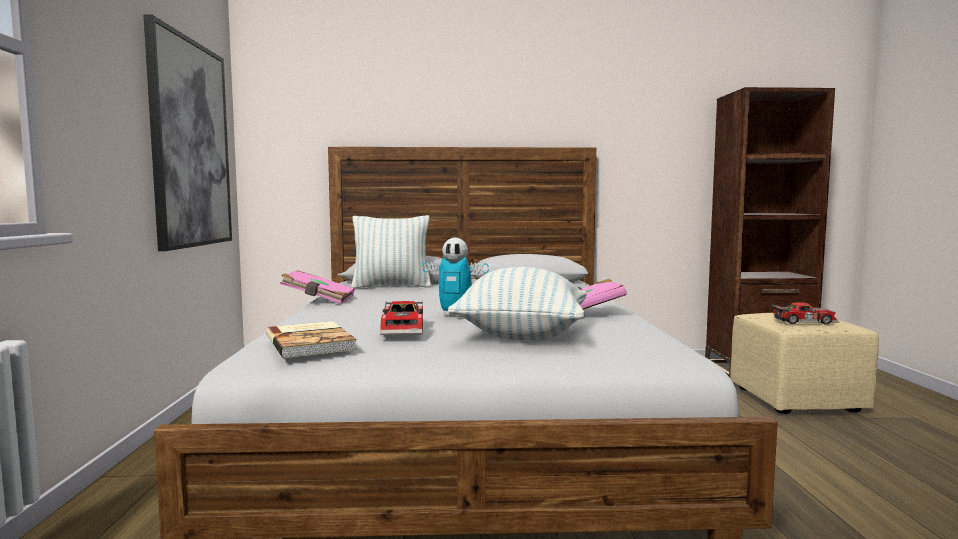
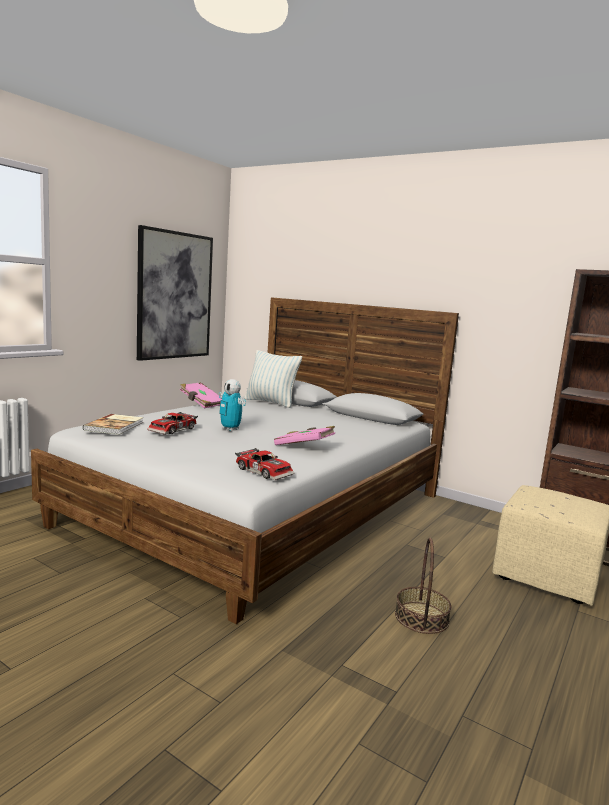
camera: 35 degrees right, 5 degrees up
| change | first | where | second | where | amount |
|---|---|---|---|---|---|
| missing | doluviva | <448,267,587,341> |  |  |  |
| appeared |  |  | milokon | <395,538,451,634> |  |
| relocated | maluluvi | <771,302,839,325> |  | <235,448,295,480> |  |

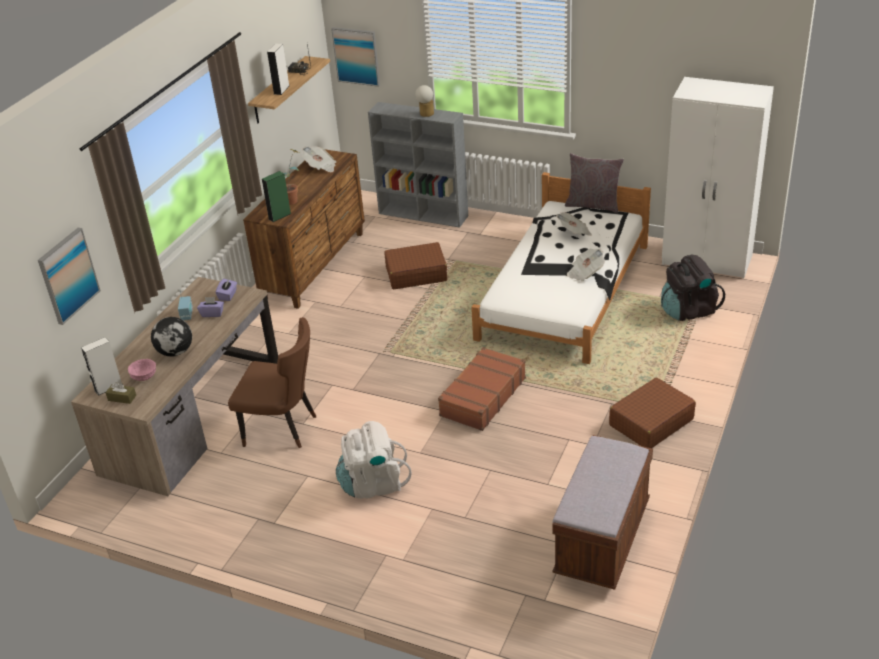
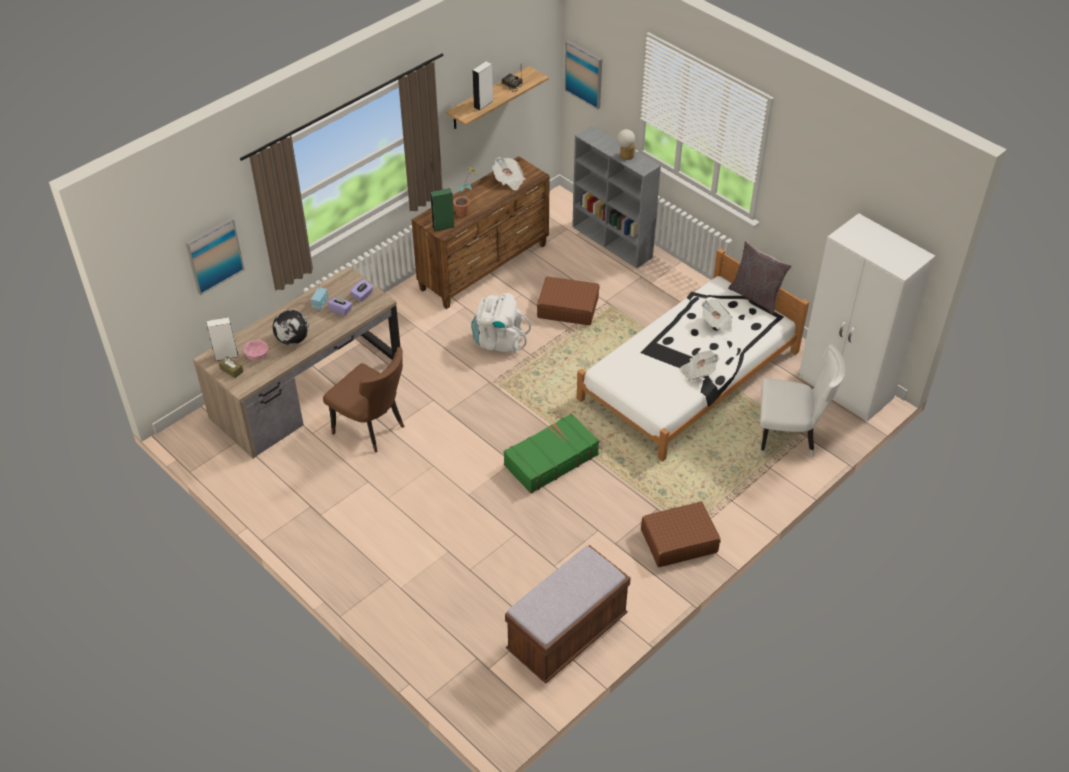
camera: 20 degrees right, 10 degrees up
| change | first | where | second | where | amount |
|---|---|---|---|---|---|
| relocated | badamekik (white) | <336,421,412,499> |  | <471,293,531,353> |  |
| exchanged | badamekik (black) | <661,255,725,321> | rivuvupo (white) | <760,344,846,457> |  |
| colour | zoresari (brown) | <438,347,526,431> | zoresari (green) | <504,413,599,494> |  |

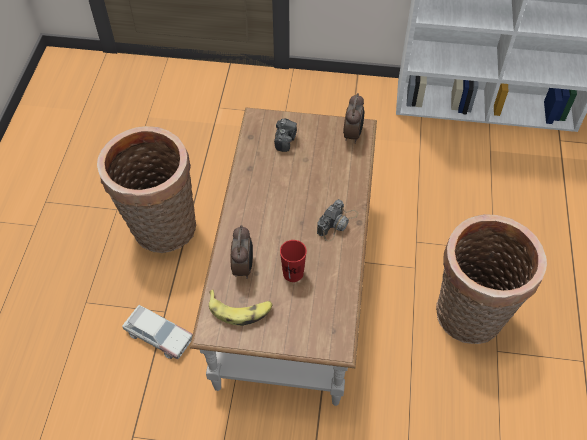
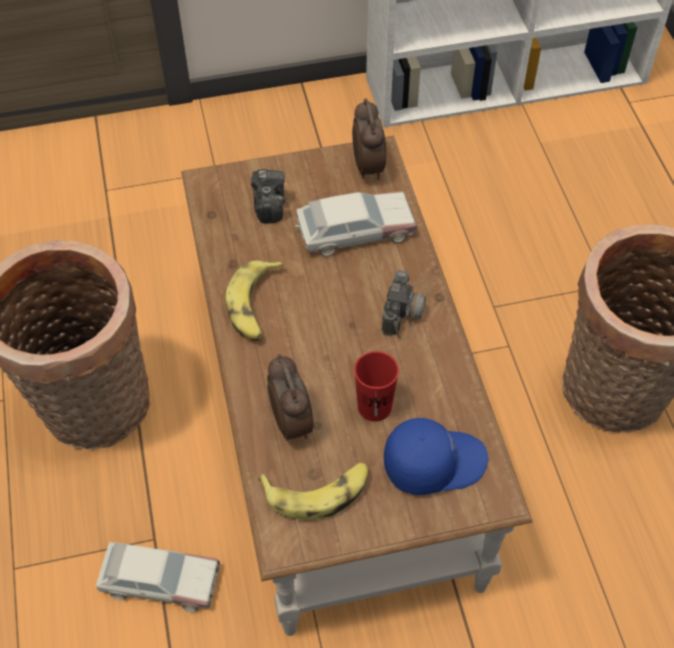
camera: 20 degrees left, 0 degrees up
| change | first | where | second | where | amount |
|---|---|---|---|---|---|
| appeared |  |  | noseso | <225,261,284,341> |  |
| appeared |  |  | maluluvi | <295,191,417,256> |  |
| appeared |  |  | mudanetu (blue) | <384,418,488,495> |  |

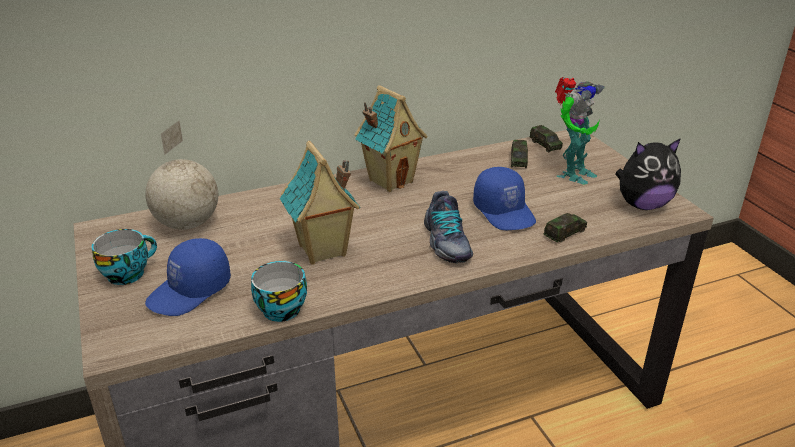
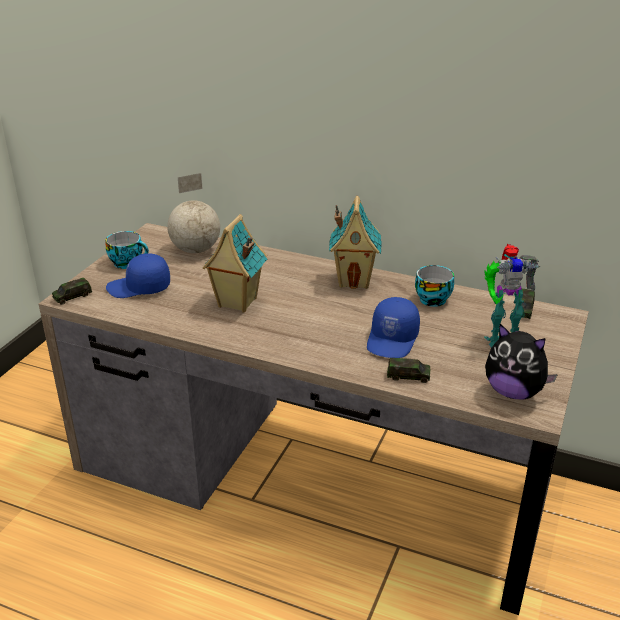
camera: 45 degrees right, 0 degrees up
| change | first | where | second | where | amount |
|---|---|---|---|---|---|
| missing | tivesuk | <424,191,473,263> |  |  |  |
| relocated | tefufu | <251,261,307,322> |  | <415,265,454,307> |  |
| relocated | maluluvi | <511,140,528,168> |  | <52,278,92,305> |  |

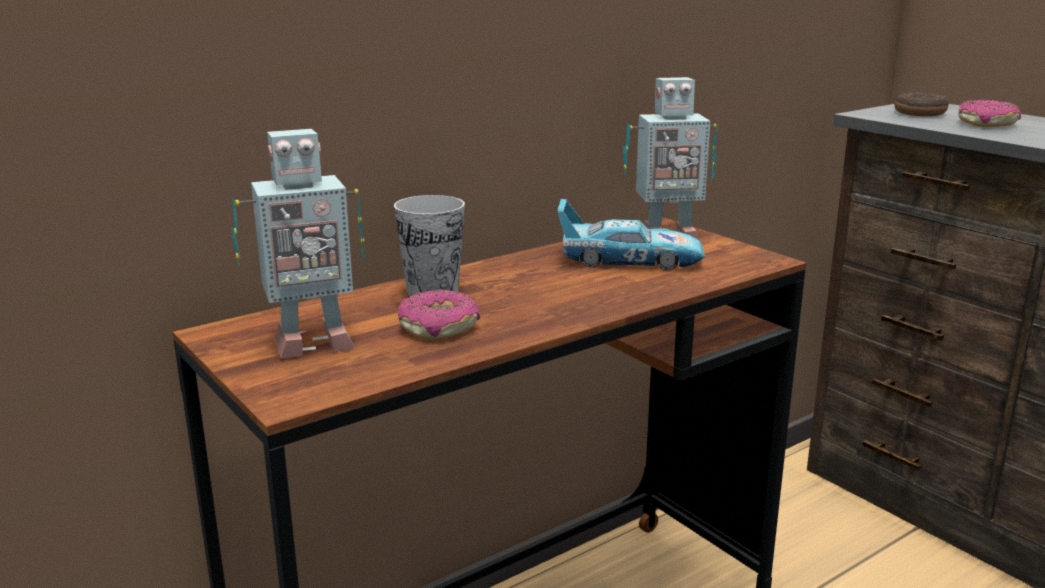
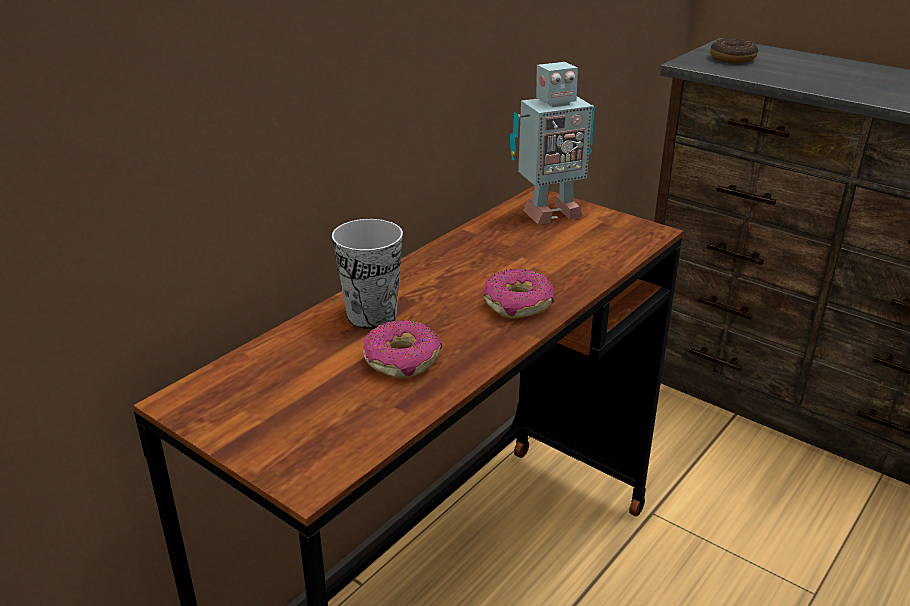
camera: 15 degrees left, 10 degrees up
| change | first | where | second | where | amount |
|---|---|---|---|---|---|
| missing | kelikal | <232,129,365,358> |  |  |  |
| missing | maluluvi | <557,199,705,270> |  |  |  |
| relocated | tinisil | <958,100,1021,127> |  | <483,269,554,319> |  |

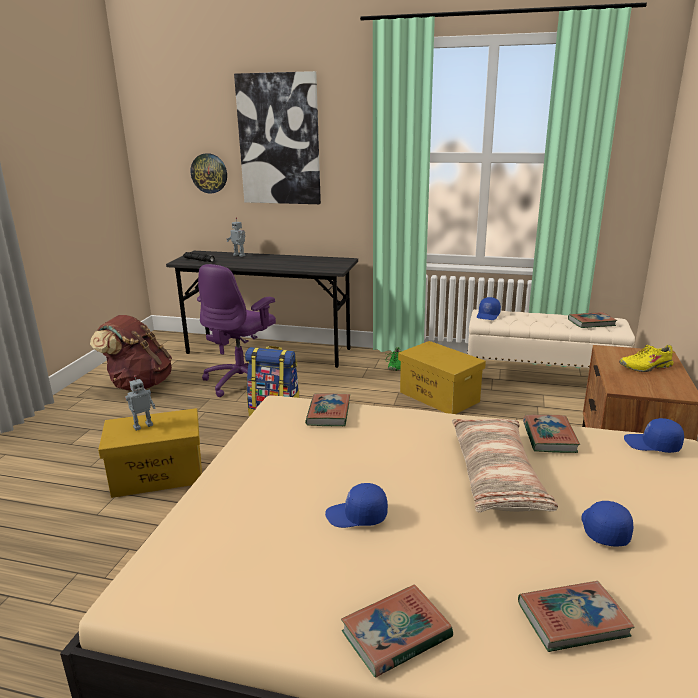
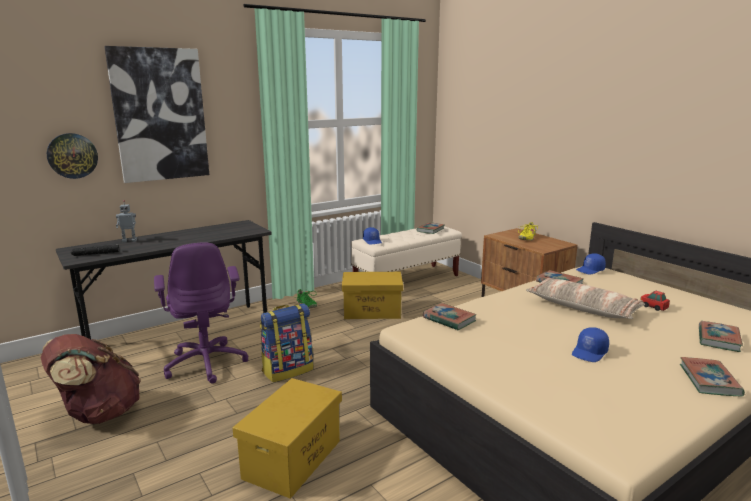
camera: 50 degrees left, 5 degrees down
| change | first | where | second | where | amount |
|---|---|---|---|---|---|
| missing | kelikal | <125,375,156,431> |  |  |  |
| exchanged | mudanetu (blue) | <581,501,633,546> | maluluvi | <640,291,670,311> |  |

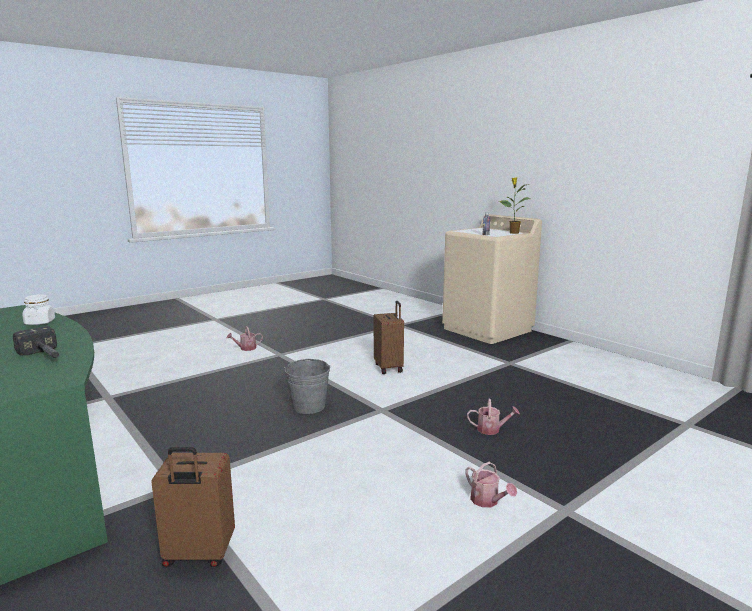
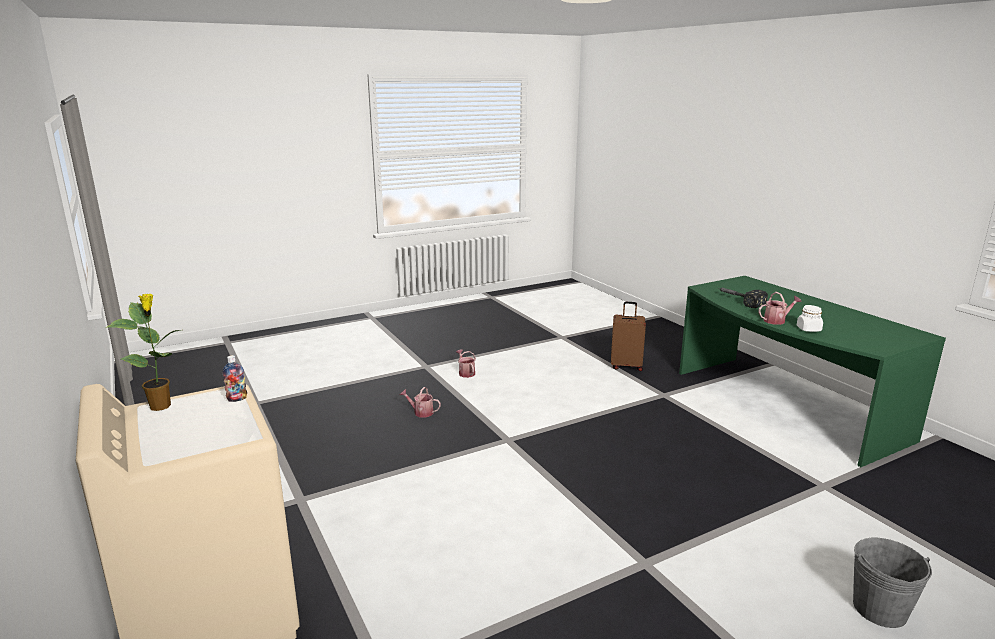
camera: 170 degrees left, 5 degrees up
| change | first | where | second | where | amount |
|---|---|---|---|---|---|
| missing | zoresari (brown) | <374,301,404,374> |  |  |  |
| relocated | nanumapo | <227,326,263,351> |  | <758,292,802,325> |  |
| relocated | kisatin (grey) | <284,359,331,414> |  | <853,538,932,628> |  |

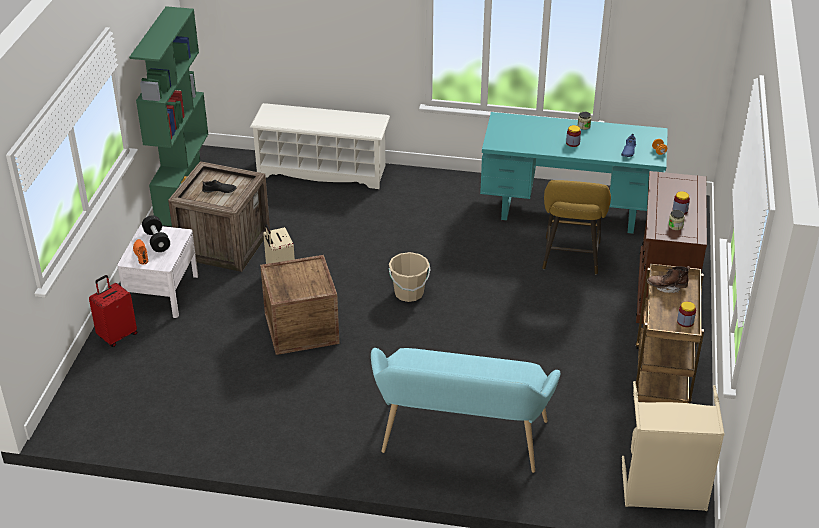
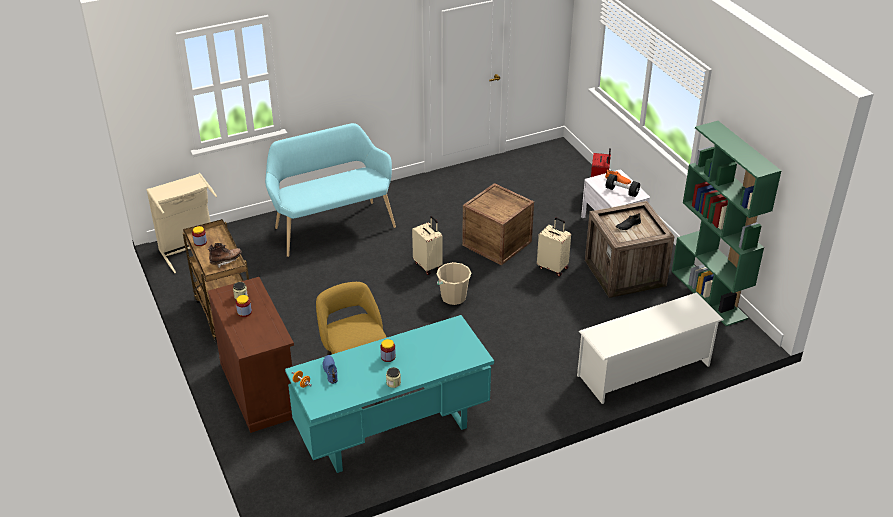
camera: 145 degrees right, 0 degrees up
| change | first | where | second | where | amount |
|---|---|---|---|---|---|
| appeared |  |  | zoresari (beige) | <412,216,443,275> |  |

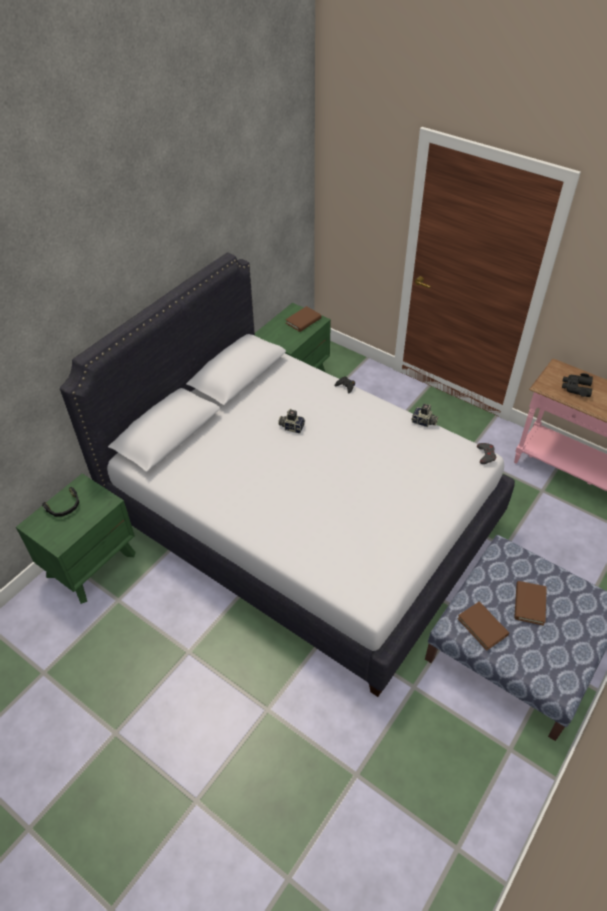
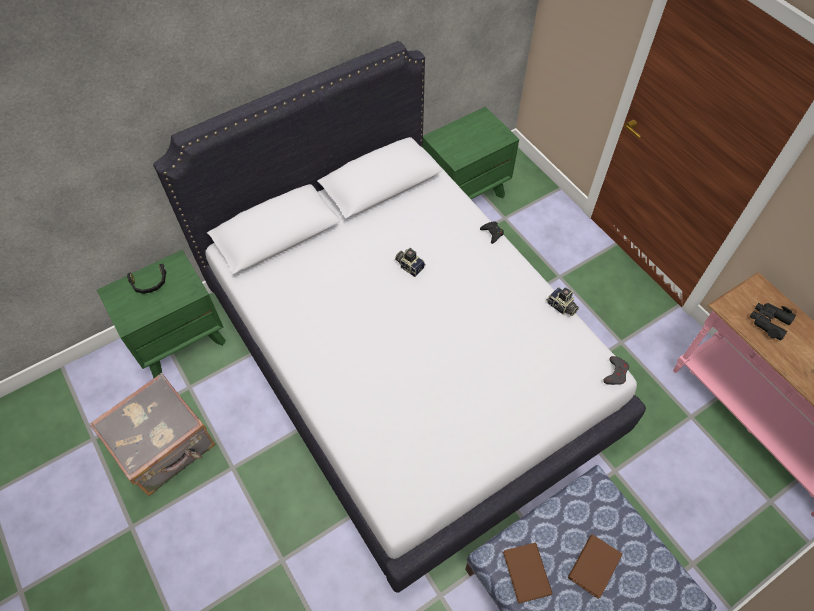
camera: 20 degrees right, 10 degrees up
| change | first | where | second | where | amount |
|---|---|---|---|---|---|
| missing | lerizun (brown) | <285,306,322,332> |  |  |  |
| appeared |  |  | zoresari (grey) | <89,373,216,496> |  |

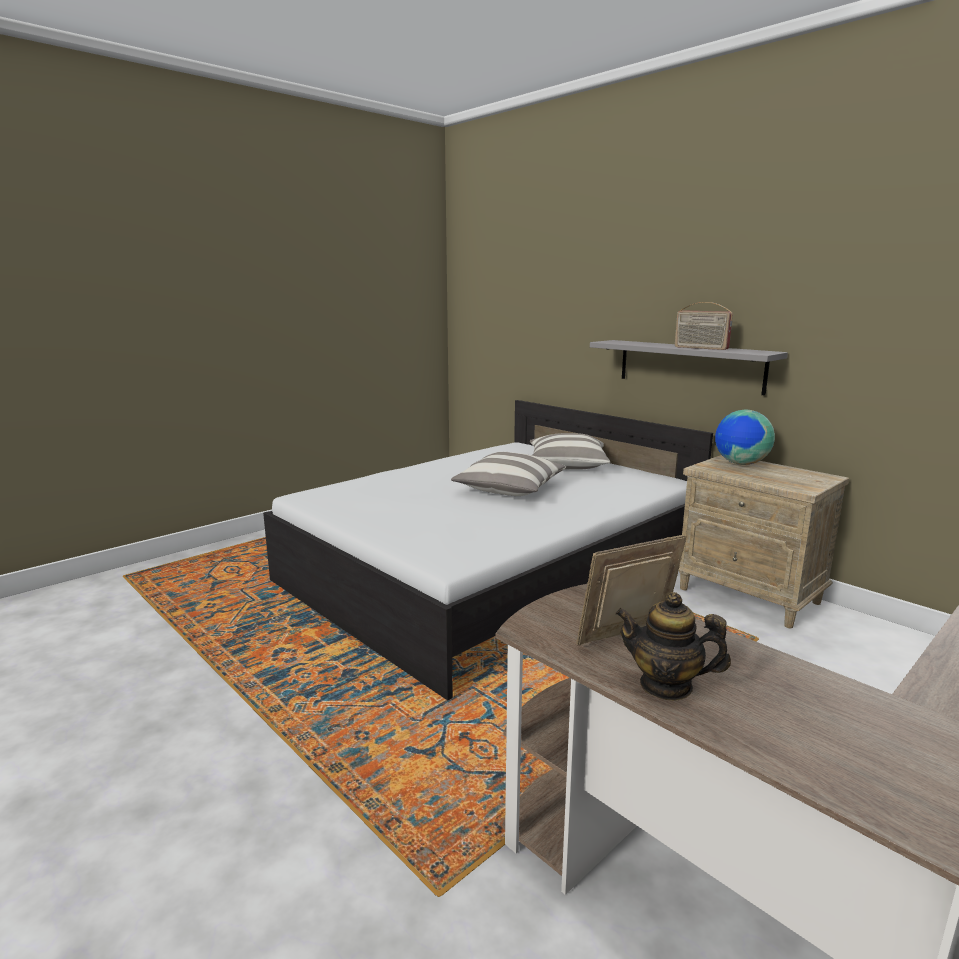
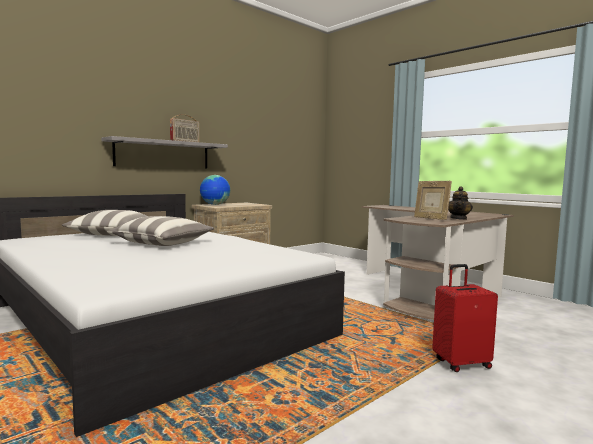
camera: 90 degrees left, 10 degrees down
| change | first | where | second | where | amount |
|---|---|---|---|---|---|
| appeared |  |  | zoresari (red) | <432,264,498,372> |  |

